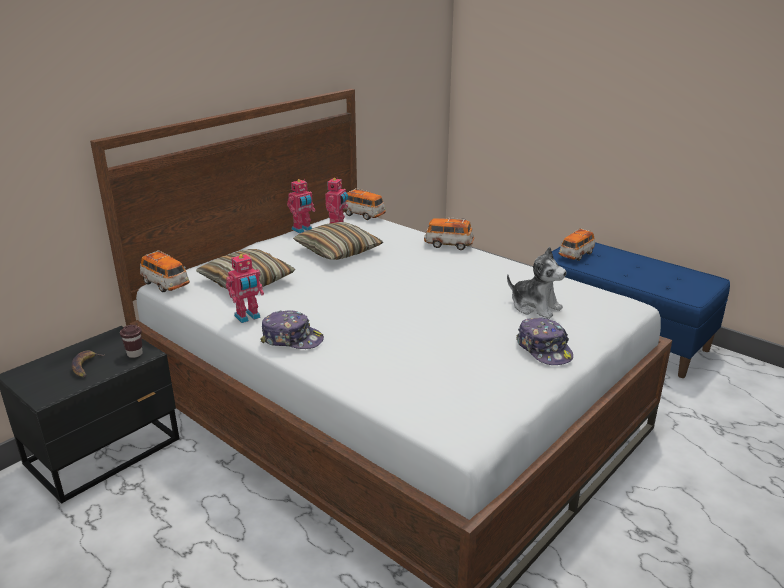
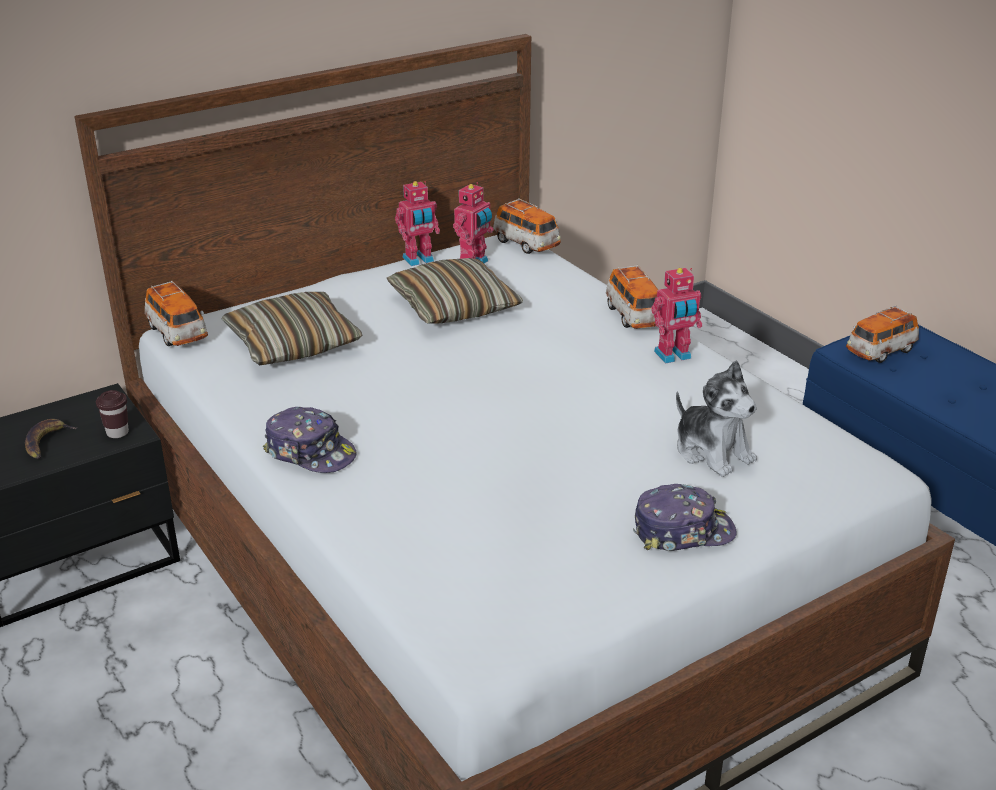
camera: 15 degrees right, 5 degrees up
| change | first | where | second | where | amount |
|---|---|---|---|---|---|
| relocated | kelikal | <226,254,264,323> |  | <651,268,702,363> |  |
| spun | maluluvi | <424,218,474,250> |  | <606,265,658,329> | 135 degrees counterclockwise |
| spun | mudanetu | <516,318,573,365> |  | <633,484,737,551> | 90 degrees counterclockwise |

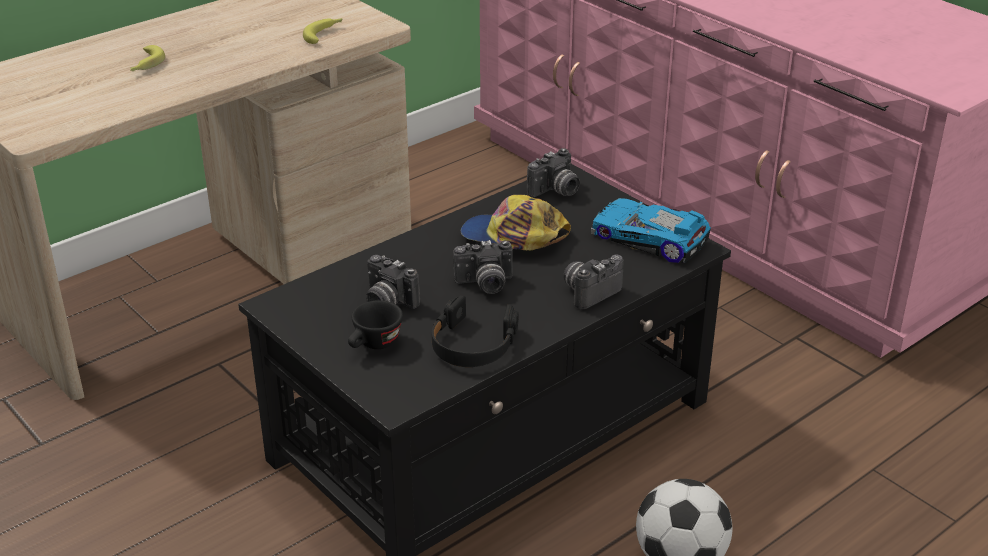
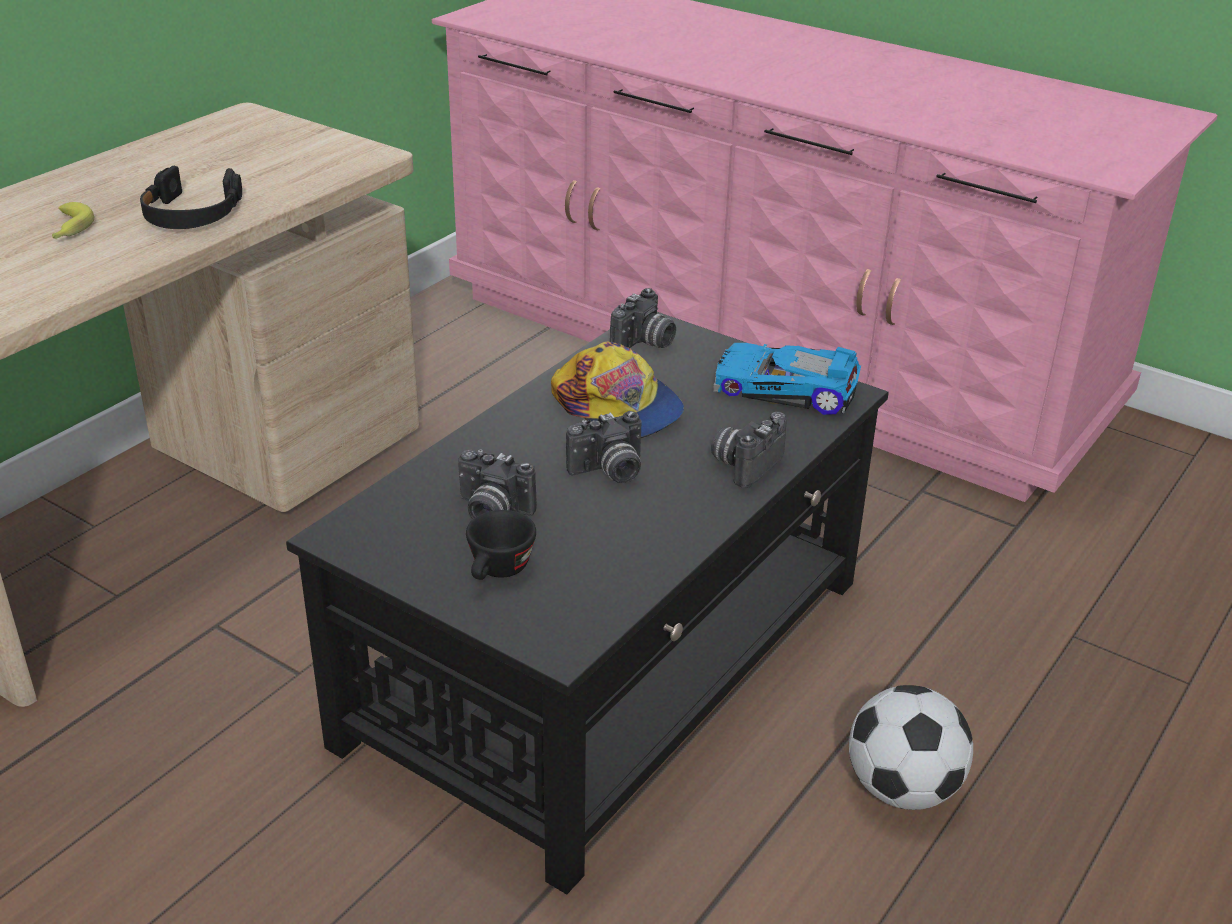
camera: 15 degrees left, 0 degrees up
| change | first | where | second | where | amount |
|---|---|---|---|---|---|
| missing | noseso | <303,18,343,44> |  |  |  |
| relocated | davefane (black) | <432,295,519,367> |  | <140,166,242,229> |  |
| spun | mudanetu | <460,195,571,250> |  | <551,342,684,438> | 135 degrees counterclockwise |

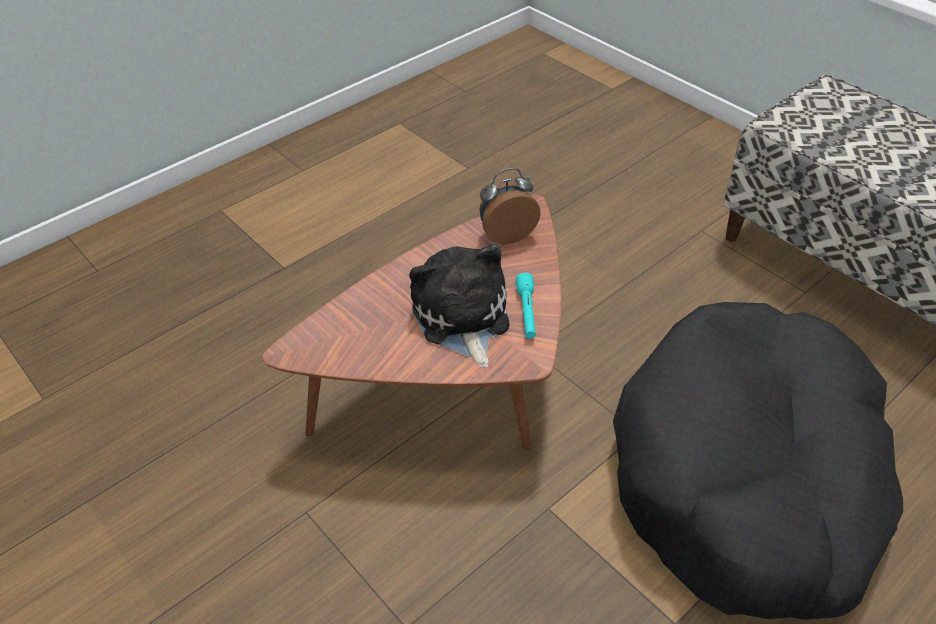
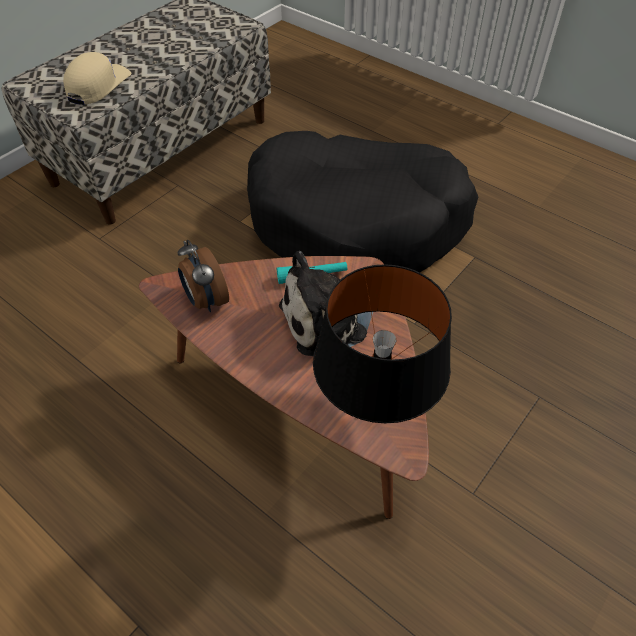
camera: 100 degrees left, 5 degrees up
| change | first | where | second | where | amount |
|---|---|---|---|---|---|
| appeared |  |  | mudanetu (beige) | <63,52,131,105> |  |
| appeared |  |  | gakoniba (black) | <313,264,452,423> |  |

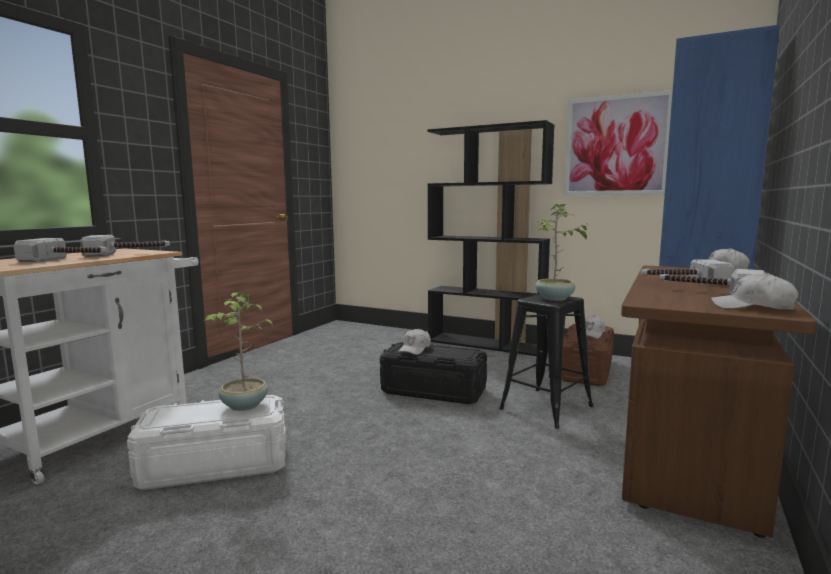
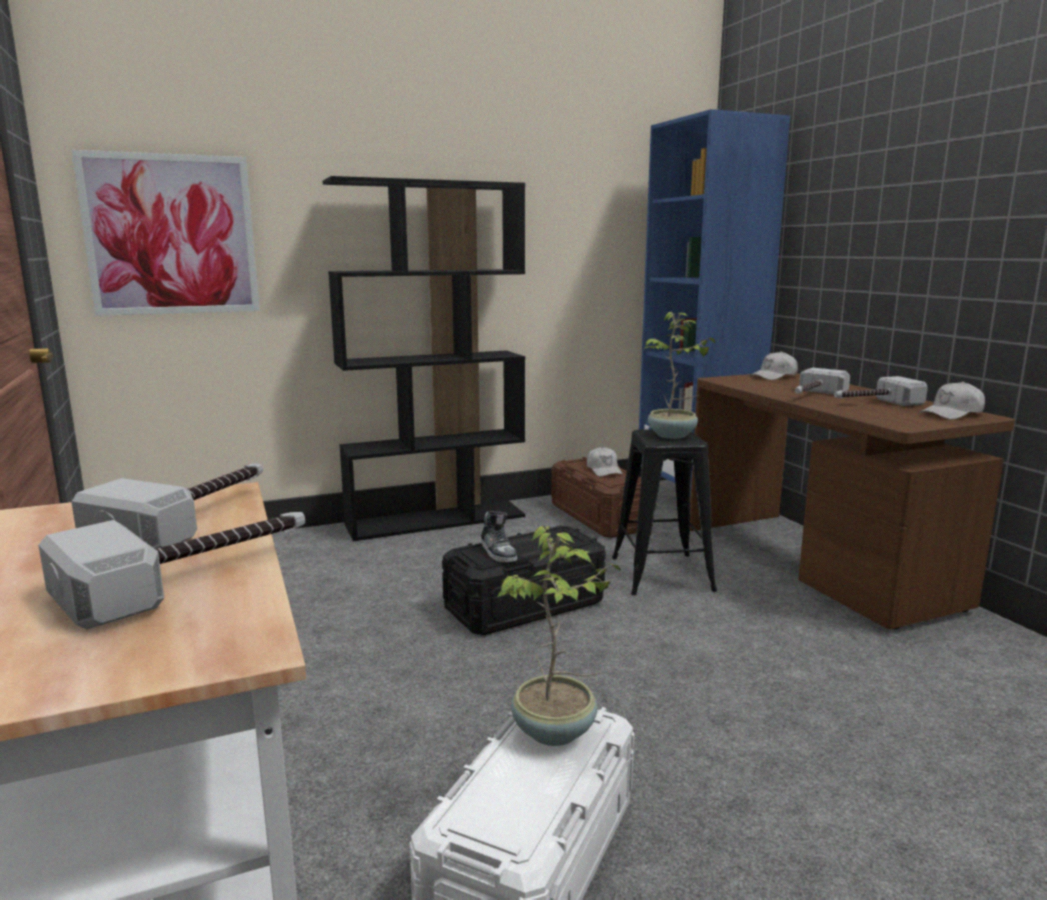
camera: 50 degrees left, 5 degrees up
| change | first | where | second | where | amount |
|---|---|---|---|---|---|
| relocated | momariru | <564,90,673,195> |  | <72,150,260,316> |  |
| exchanged | mudanetu (white) | <398,329,431,355> | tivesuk | <481,511,517,563> |  |

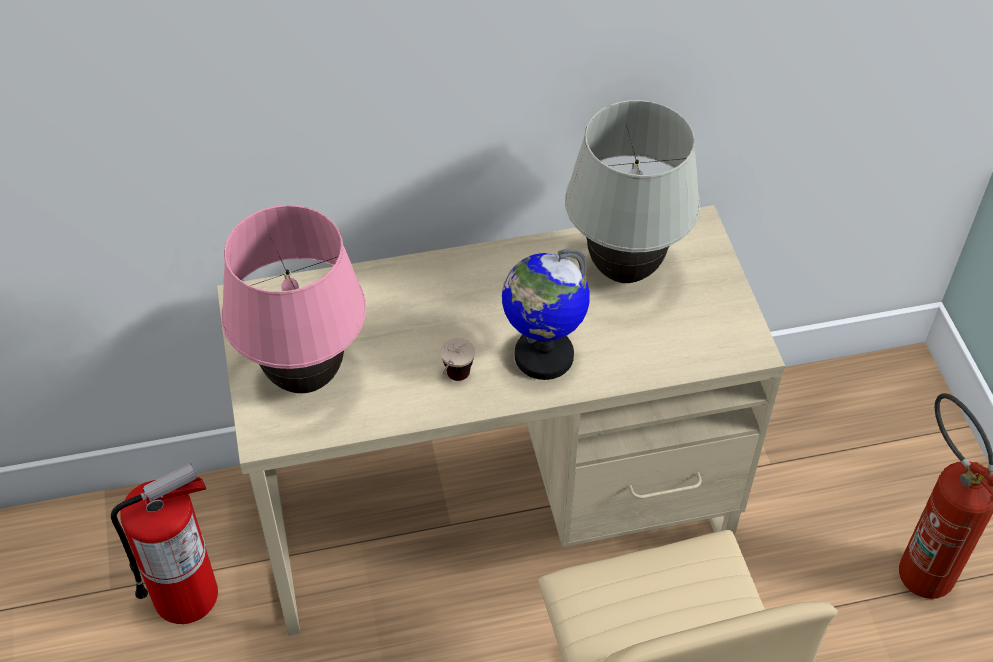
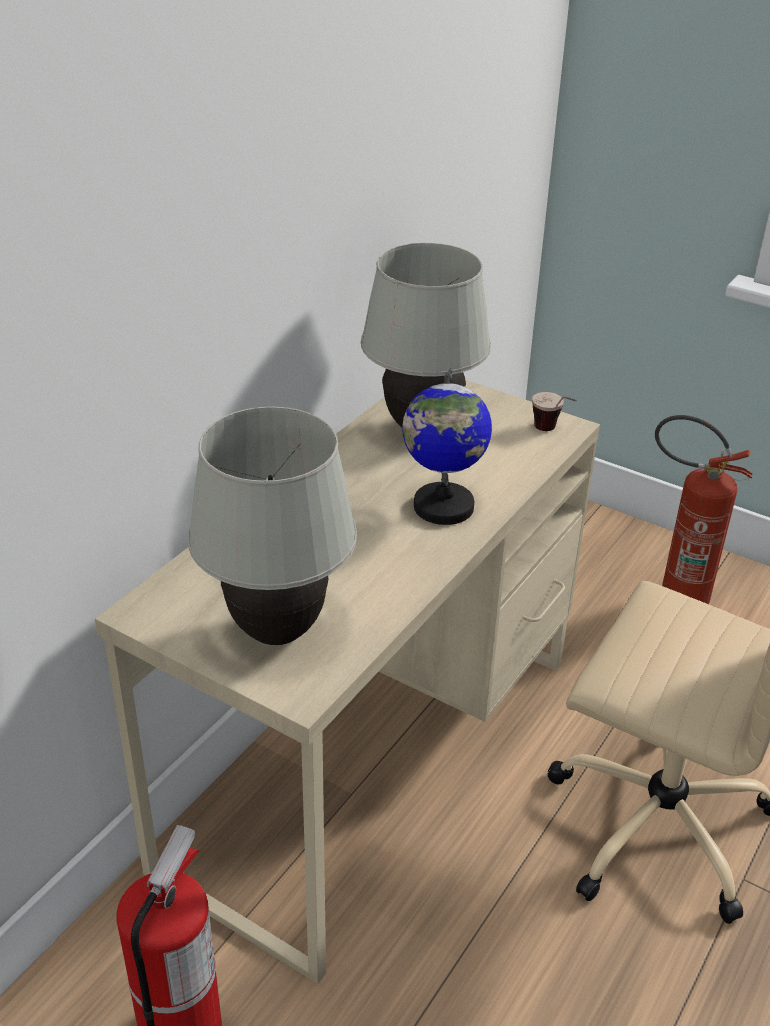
camera: 45 degrees left, 15 degrees down
| change | first | where | second | where | amount |
|---|---|---|---|---|---|
| relocated | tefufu | <440,338,475,381> |  | <532,392,577,431> |  |
| colour | gakoniba (pink) | <221,205,366,393> | gakoniba (white) | <188,407,357,645> |  |

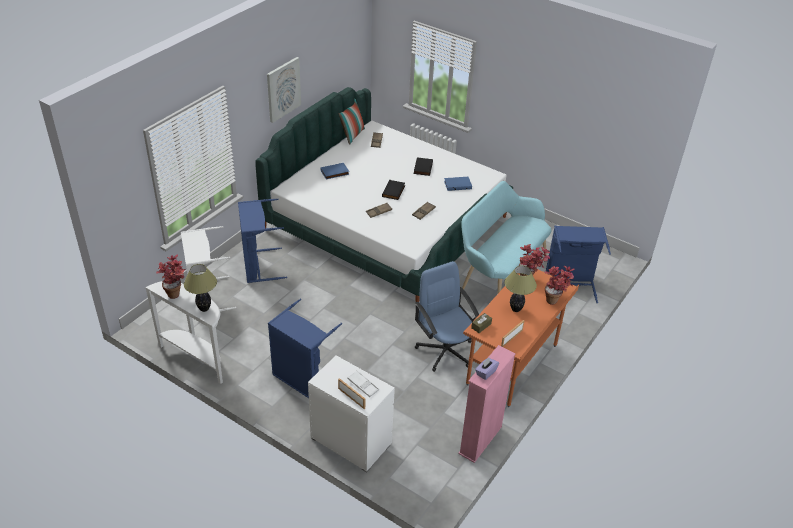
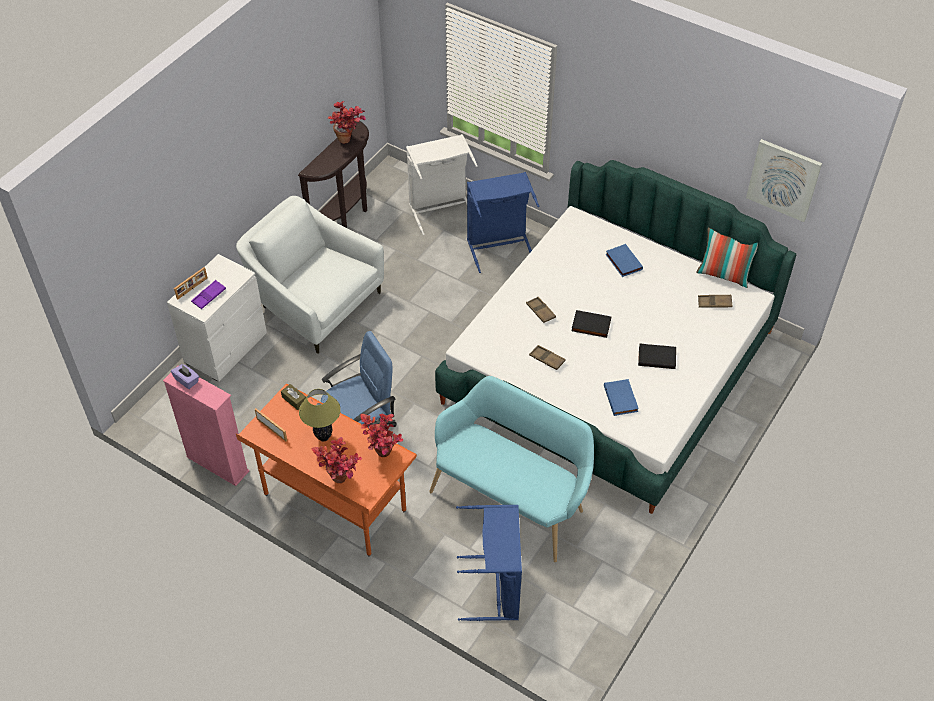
camera: 90 degrees right, 10 degrees up
| change | first | where | second | where | amount |
|---|---|---|---|---|---|
| missing | gakoniba | <184,264,217,312> |  |  |  |
| relocated | momariru | <267,57,301,123> |  | <746,139,822,222> |  |
| exchanged | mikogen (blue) | <268,299,342,398> | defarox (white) | <236,196,384,354> |  |
| colour | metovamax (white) | <145,281,223,384> | metovamax (brown) | <298,121,369,228> |  |
| colour | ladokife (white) | <347,370,379,397> | ladokife (purple) | <191,280,226,309> |  |

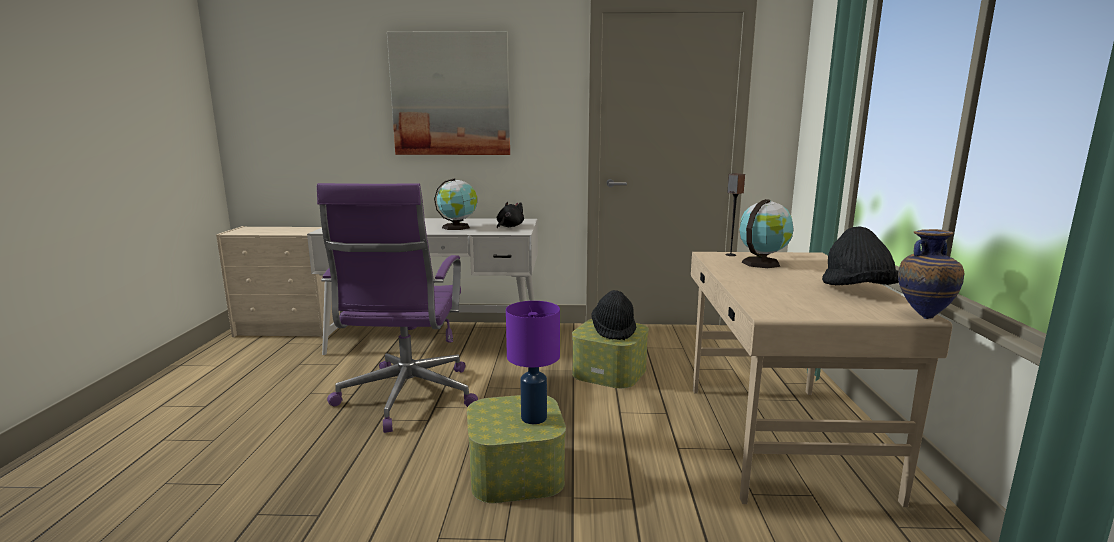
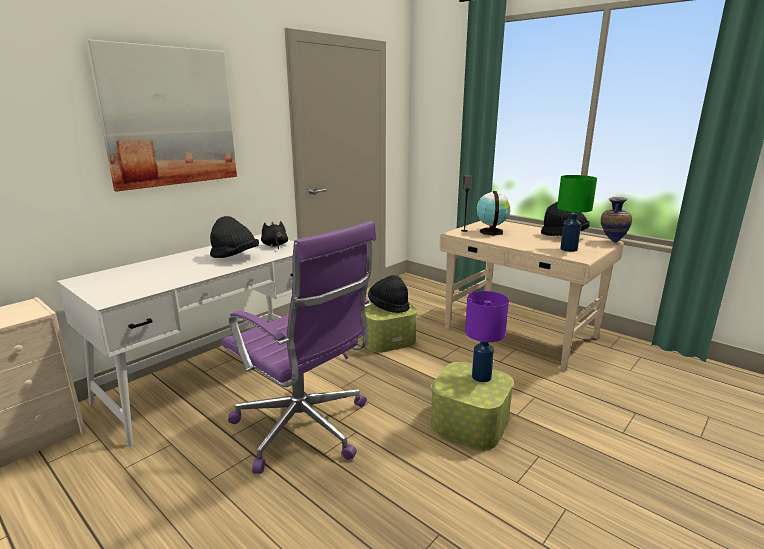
camera: 50 degrees left, 5 degrees up
| change | first | where | second | where | amount |
|---|---|---|---|---|---|
| appeared |  |  | gakoniba (green) | <557,175,597,252> |  |
| exchanged | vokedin | <434,178,477,230> | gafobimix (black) | <210,216,259,258> |  |

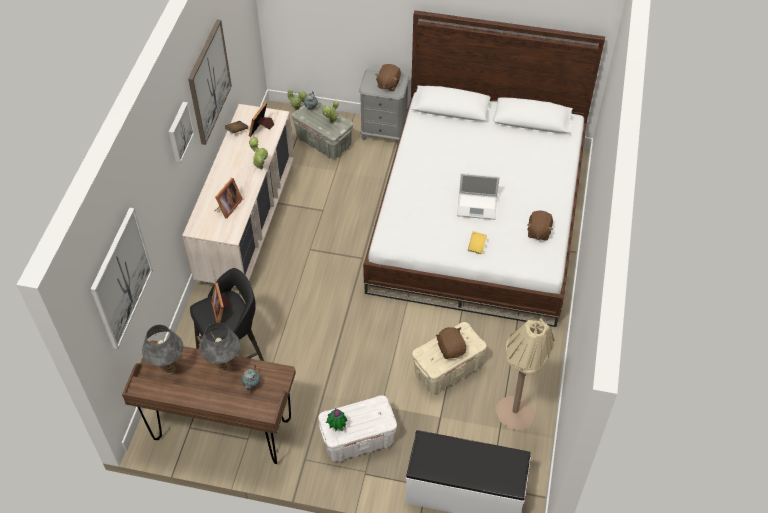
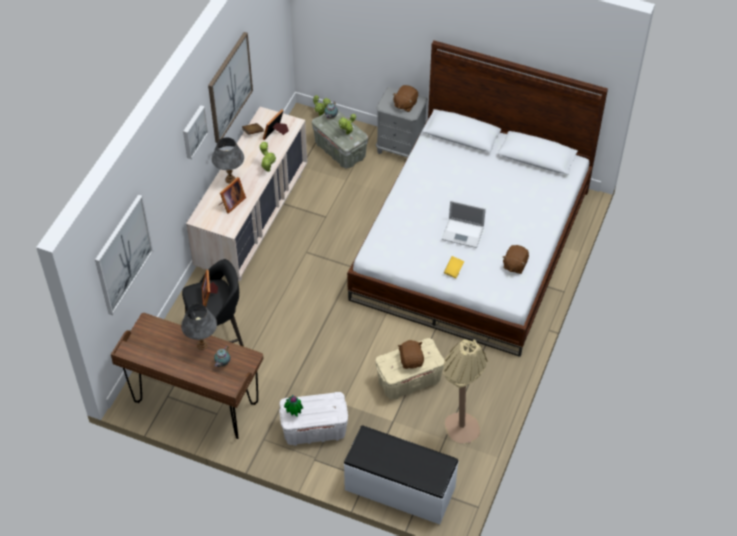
camera: 10 degrees right, 0 degrees up
| change | first | where | second | where | amount |
|---|---|---|---|---|---|
| relocated | gakoniba (grey) | <142,325,183,375> |  | <212,137,244,183> |  |

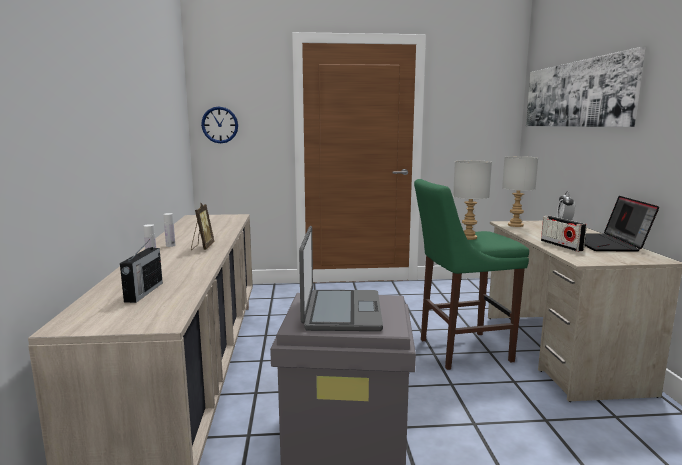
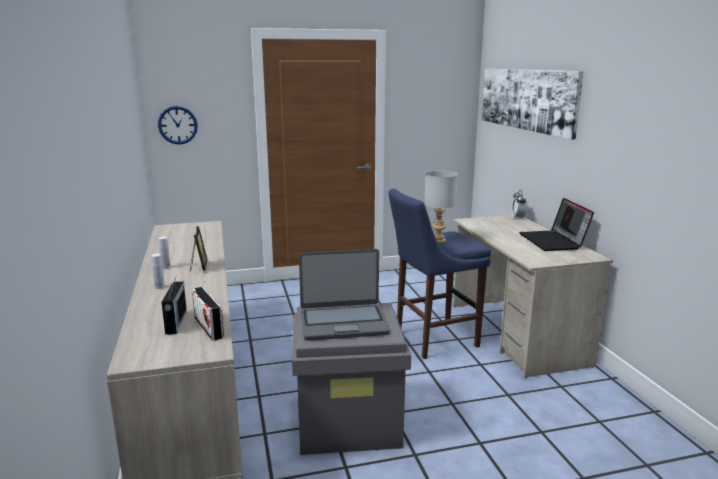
camera: 10 degrees left, 5 degrees up
| change | first | where | second | where | amount |
|---|---|---|---|---|---|
| missing | gakoniba (grey) | <502,156,538,227> |  |  |  |
| relocated | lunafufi | <541,216,587,252> |  | <192,287,224,341> |  |
| colour | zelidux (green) | <414,179,529,370> | zelidux (blue) | <388,189,491,359> |  |
| spun | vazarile | <299,226,383,331> |  | <299,249,390,341> | 90 degrees clockwise |

